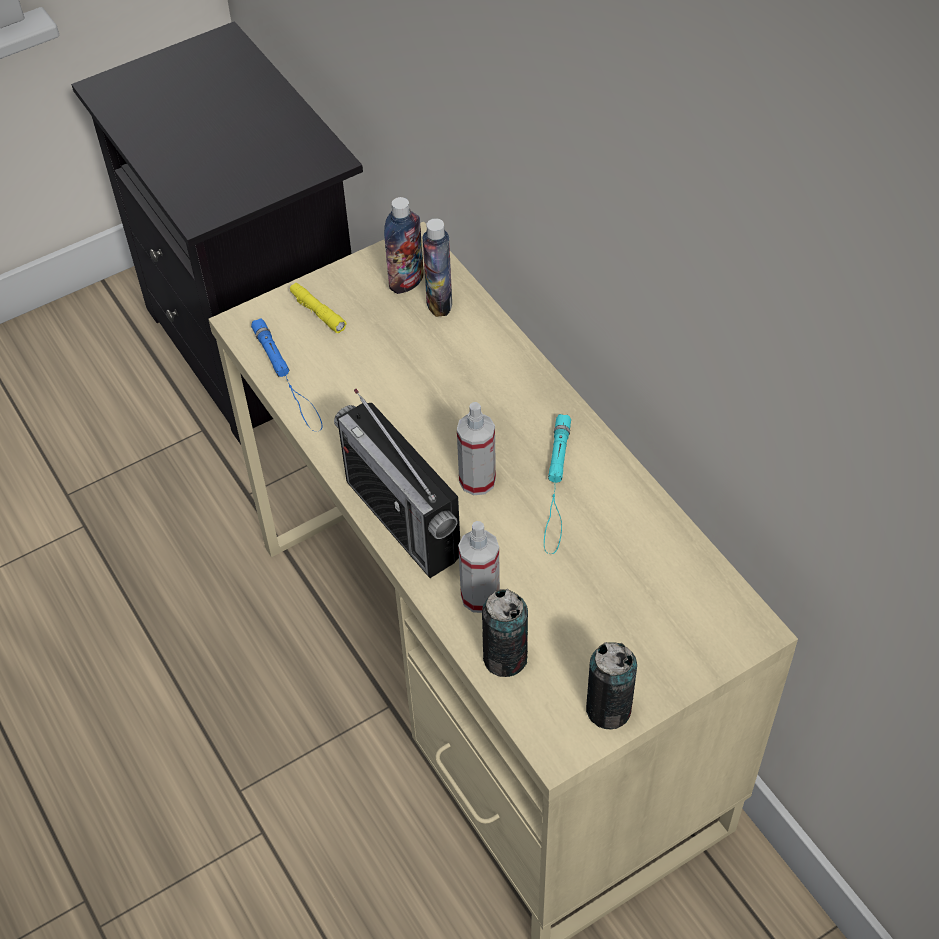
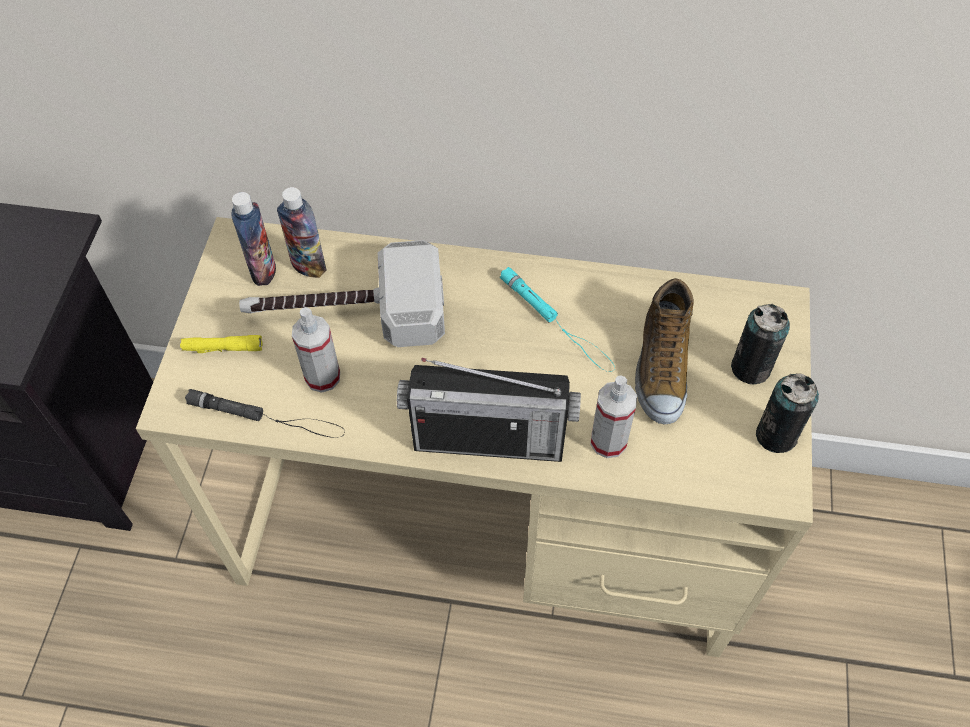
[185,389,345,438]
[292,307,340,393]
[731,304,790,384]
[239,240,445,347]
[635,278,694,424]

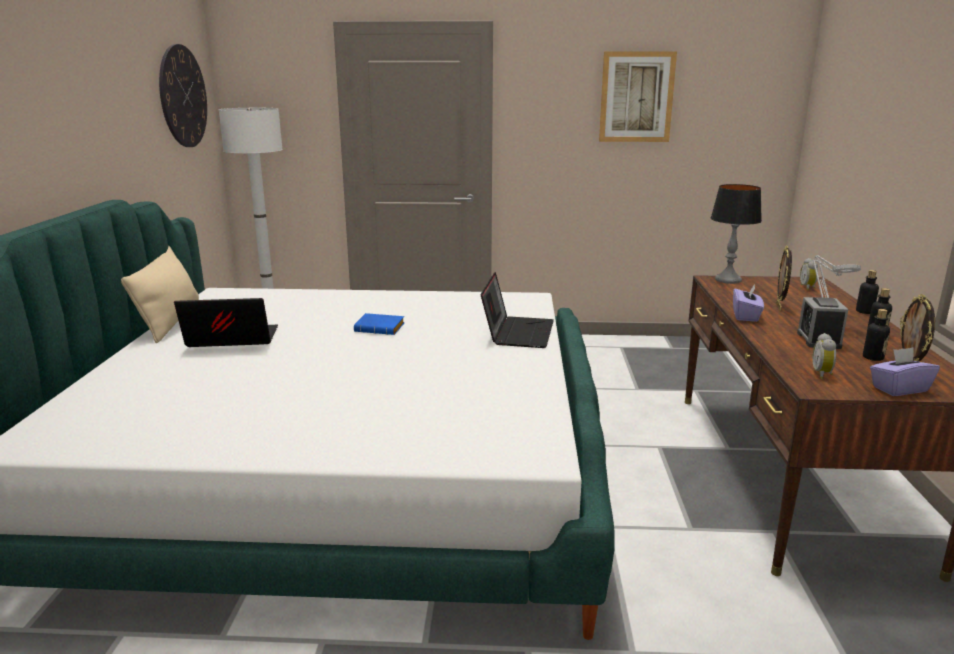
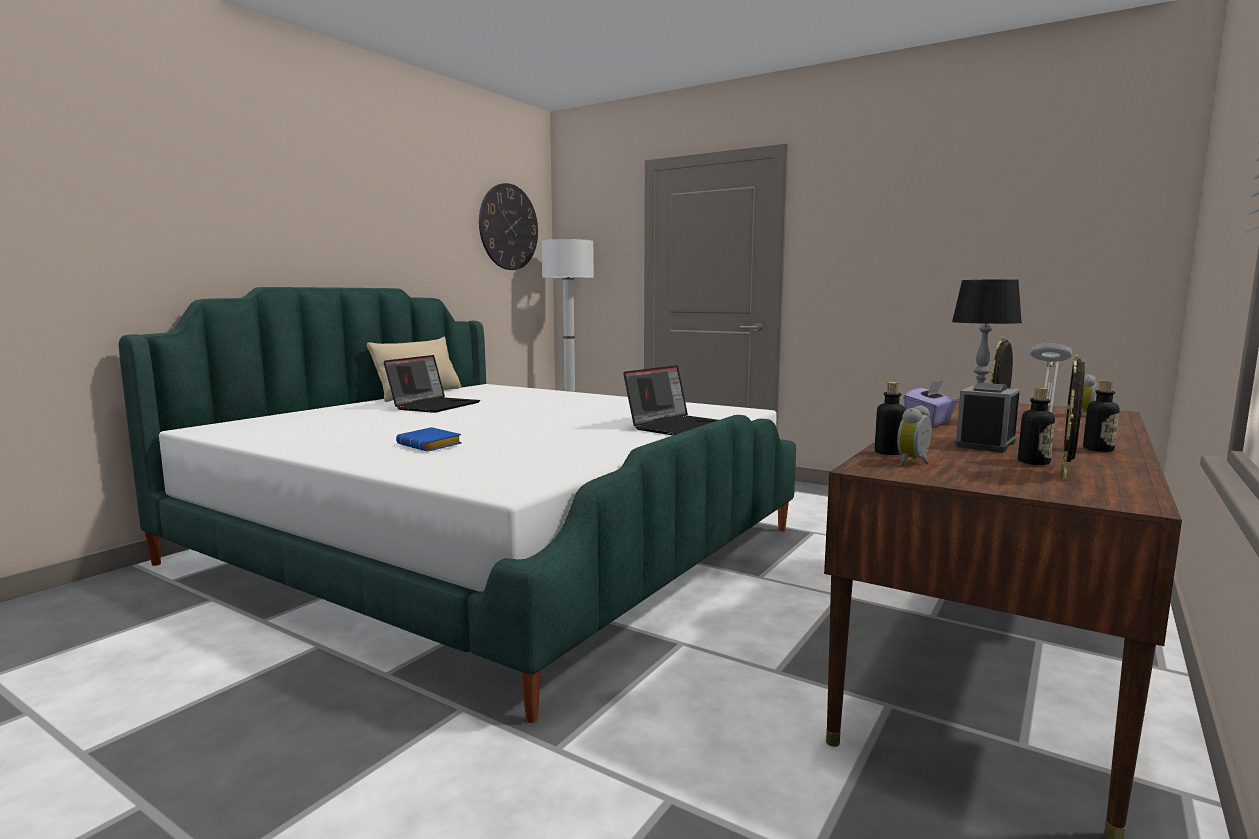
[599,51,677,142] (first image)
[875,382,906,455]
[384,355,480,413]
[396,427,462,452]
[870,347,940,396] (first image)

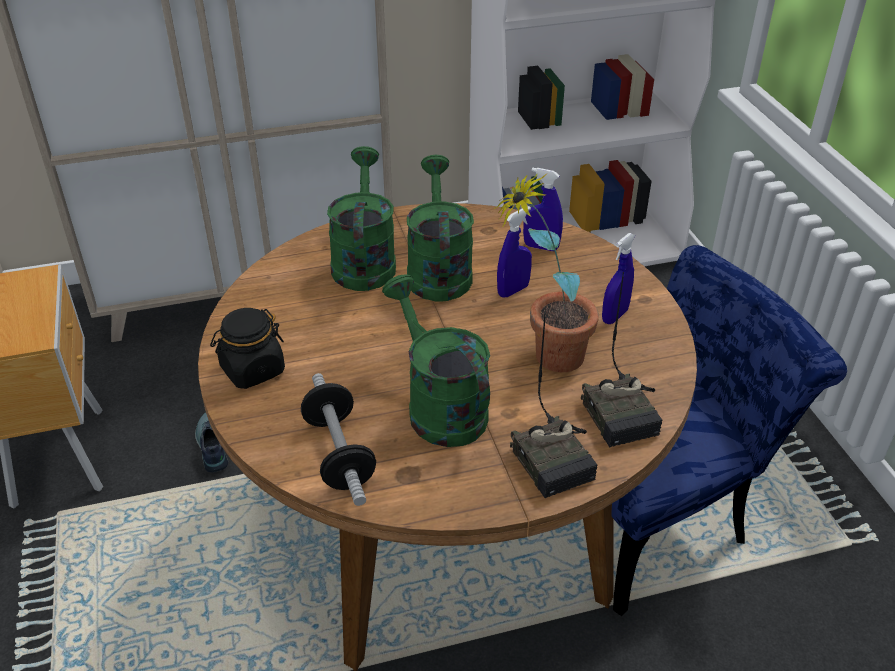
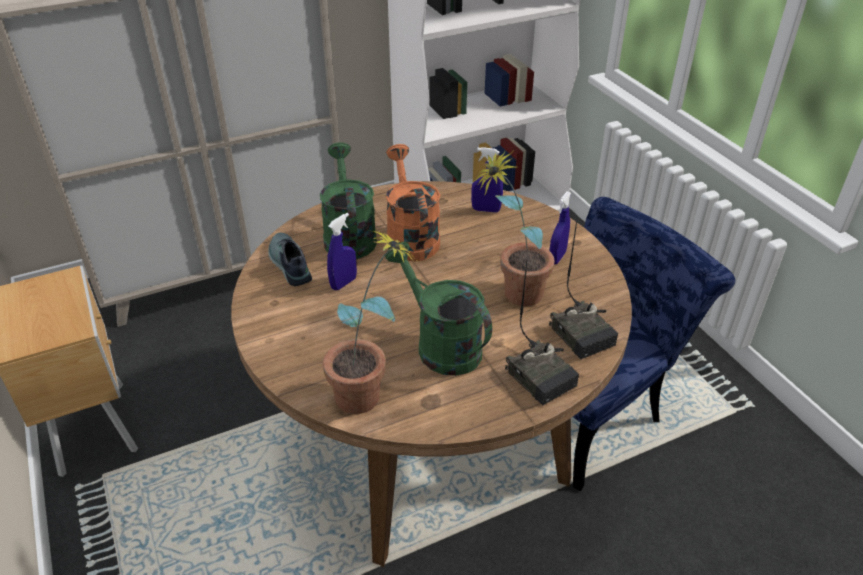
[386,144,440,262]
[327,213,357,290]
[210,308,285,389] (first image)
[322,230,416,414]
[268,232,312,286]

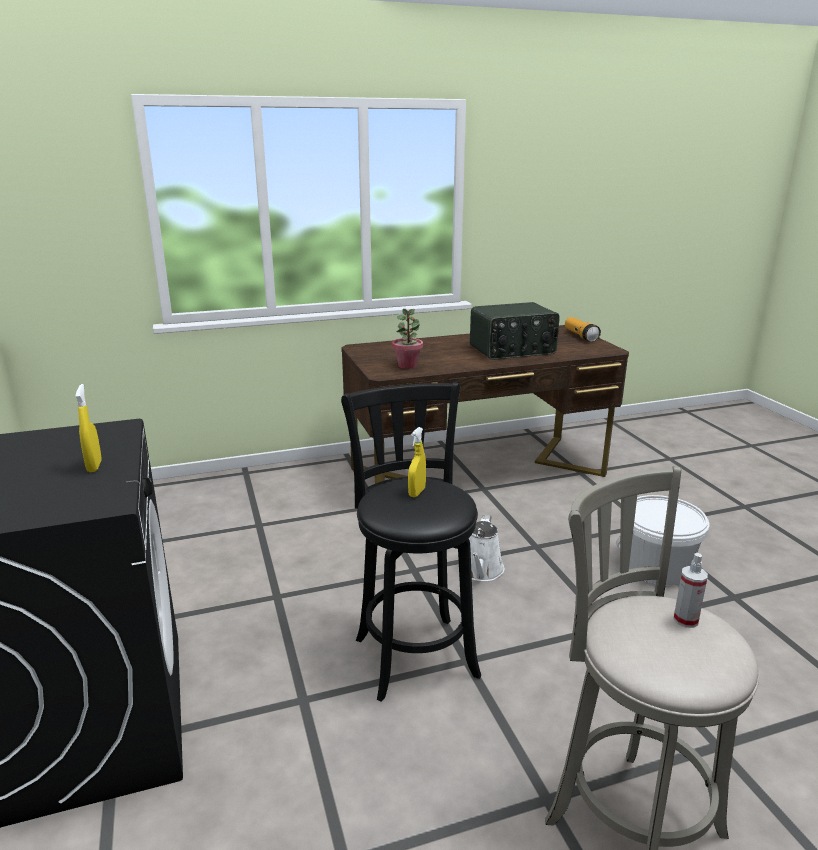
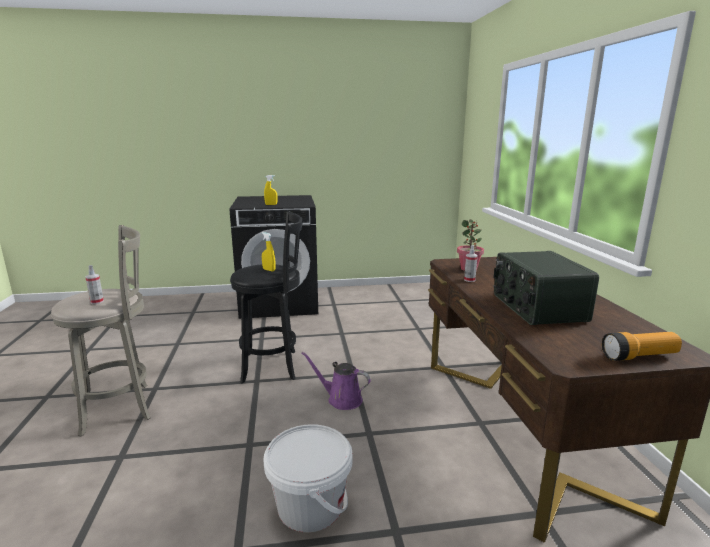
[302,352,371,410]
[464,245,478,282]

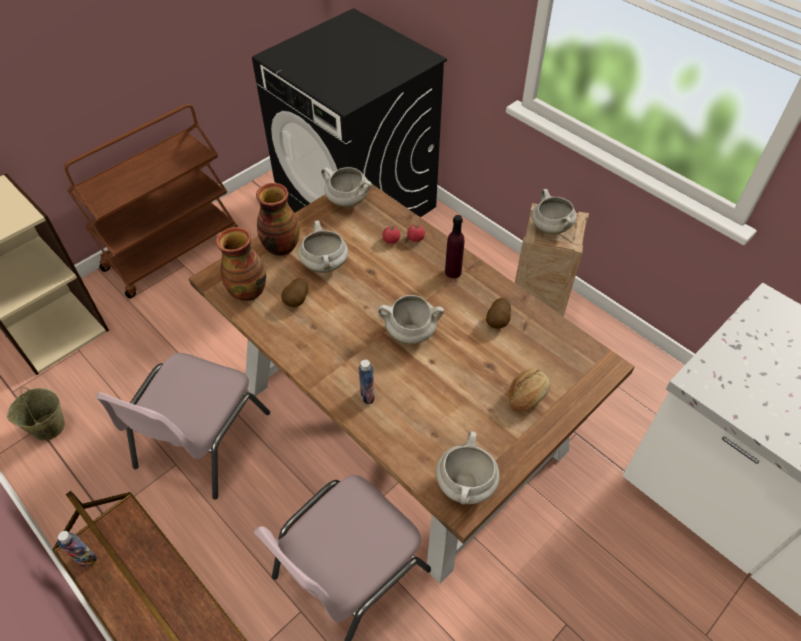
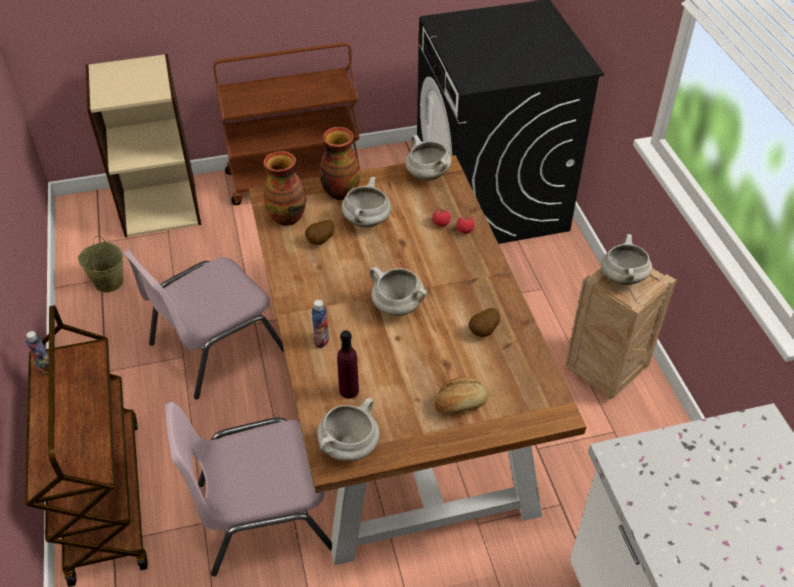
[337,330,359,399]

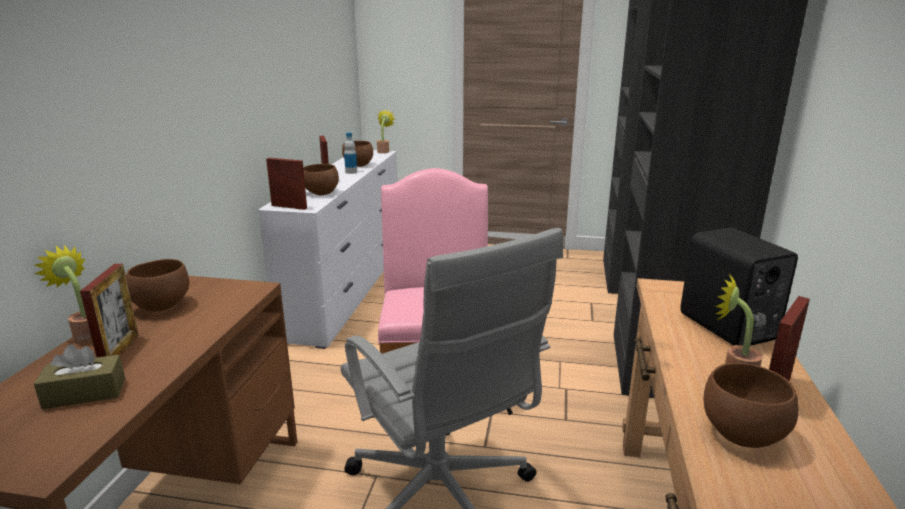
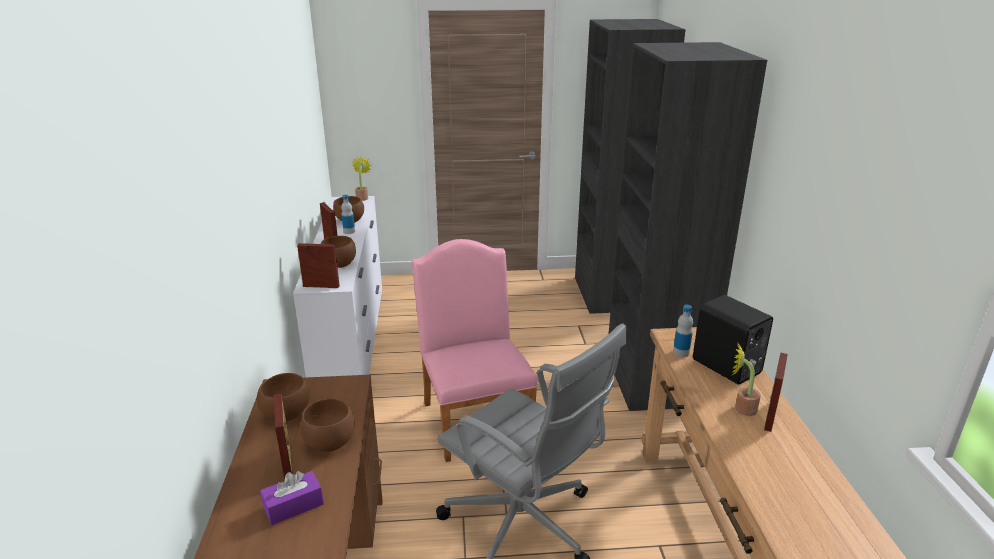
[34,245,93,345] (first image)
[260,471,324,525]
[300,399,355,452]
[673,305,693,357]

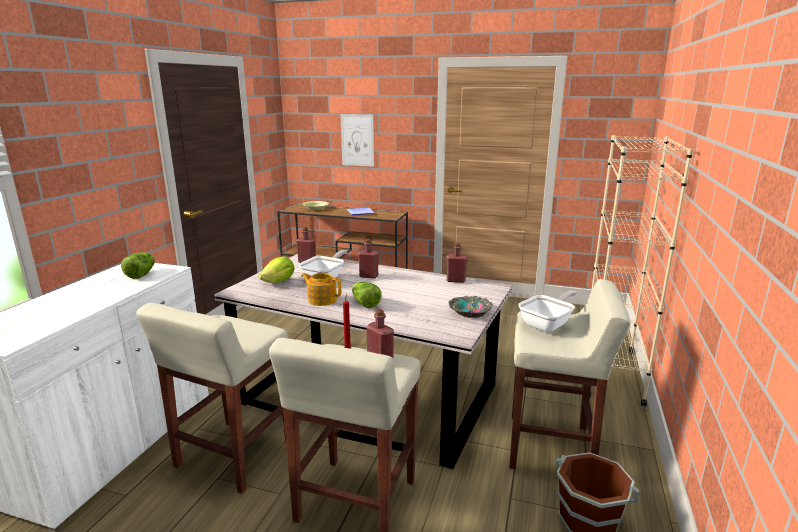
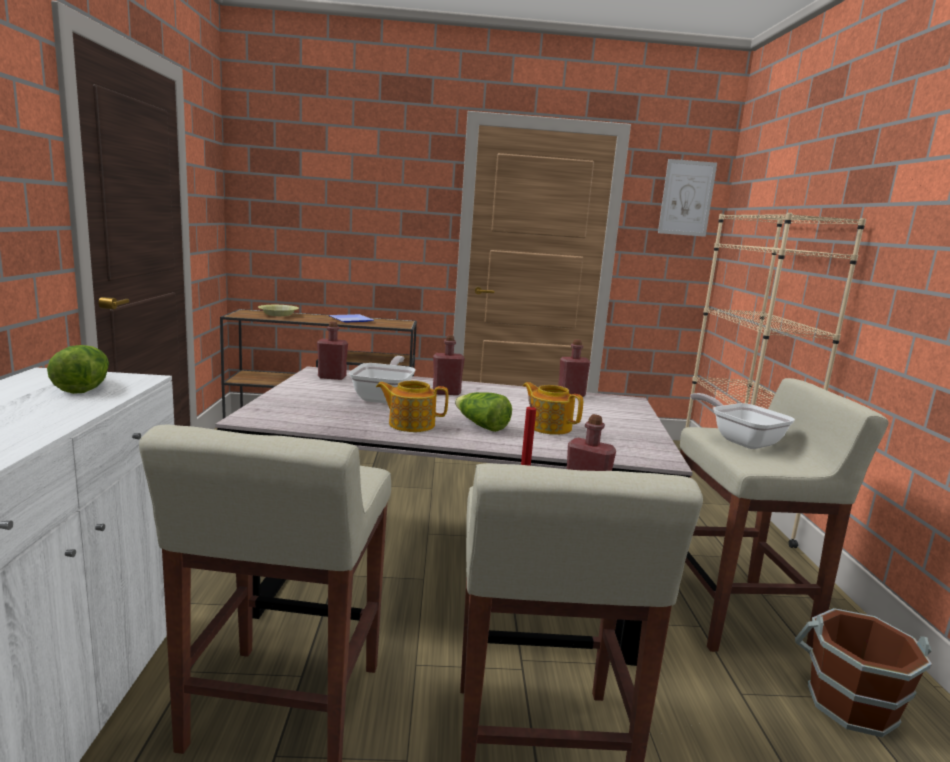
[658,159,717,237]
[259,256,294,283] (first image)
[690,393,795,449]
[449,296,493,318] (first image)
[523,382,583,435]

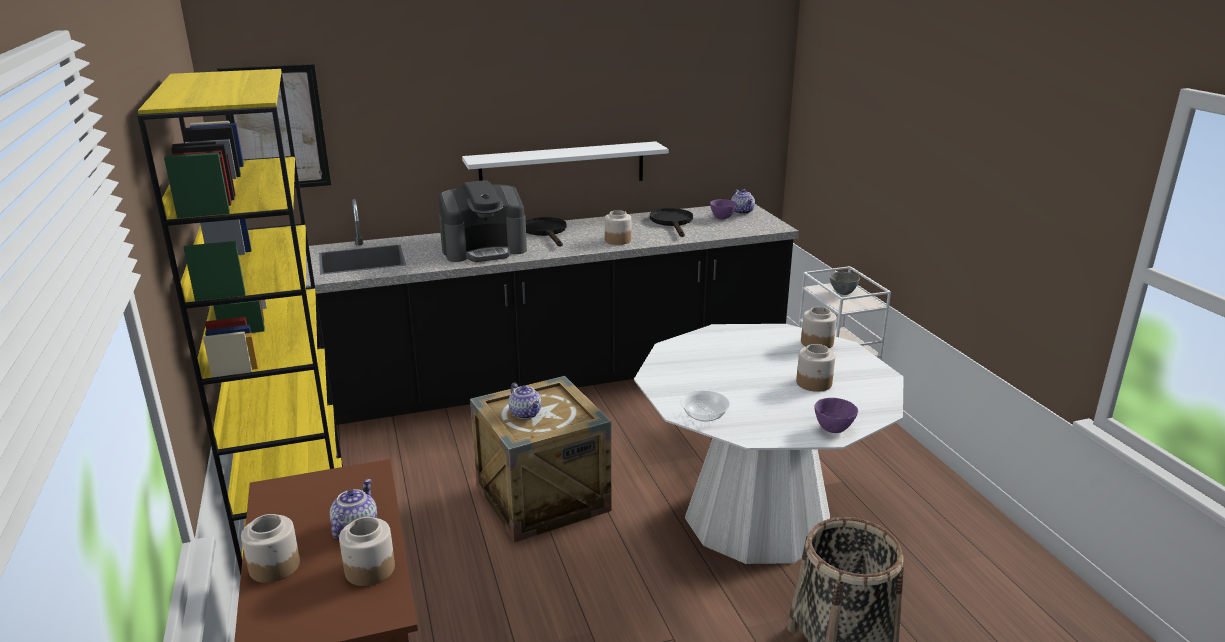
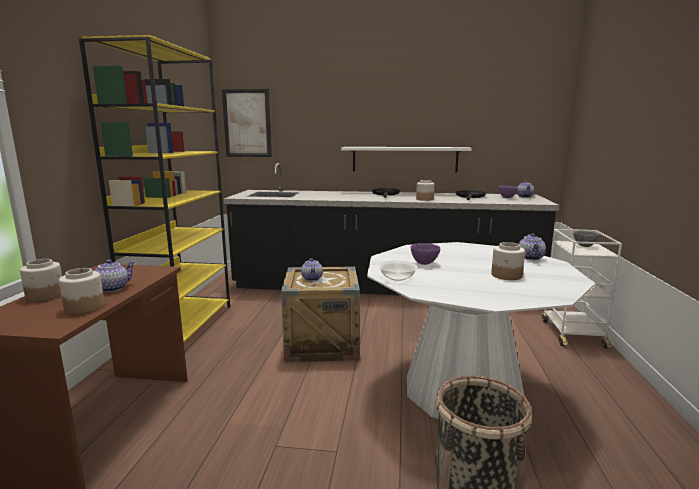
[439,180,527,262] (first image)
[519,233,546,260]
[411,243,441,265]

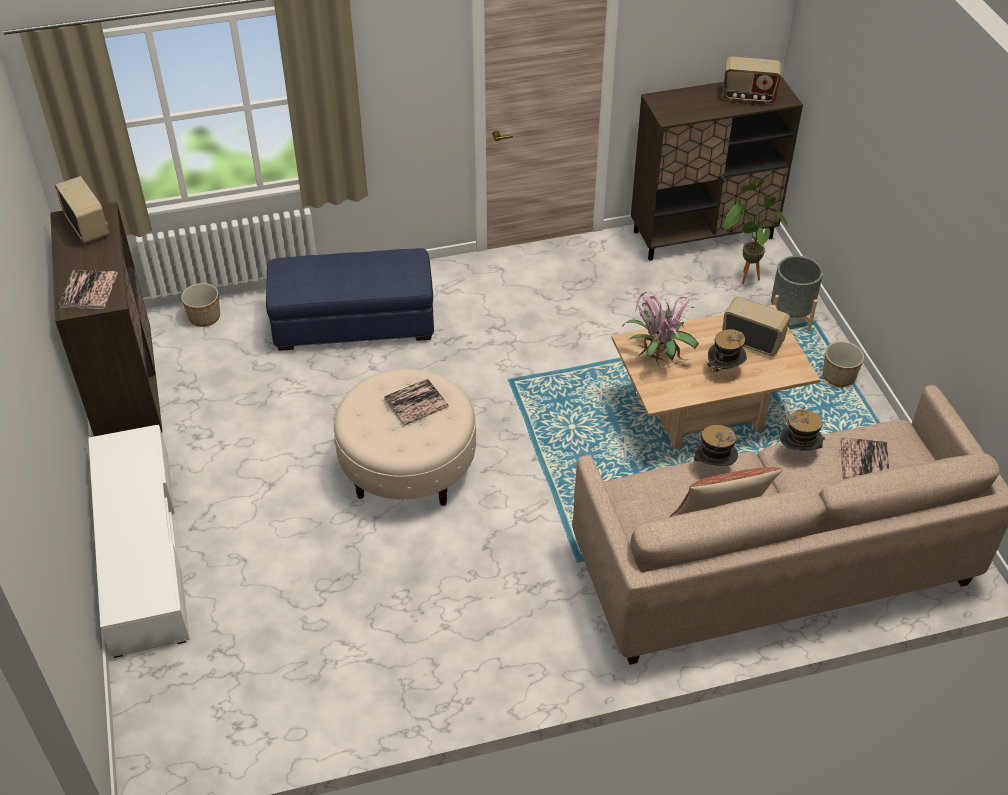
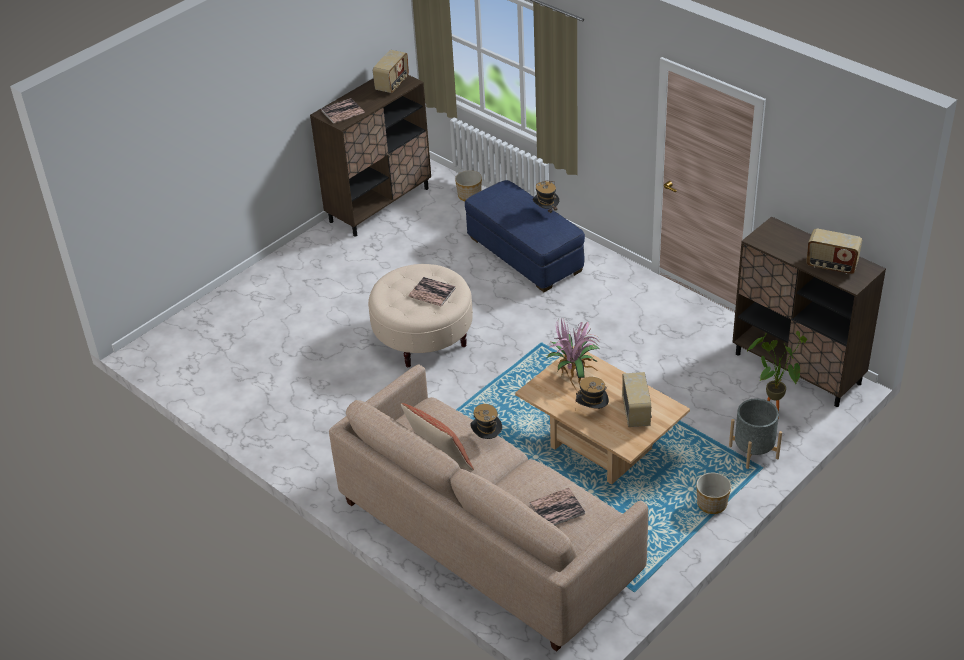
[806,228,862,274]
[533,180,559,213]
[88,425,190,658] (first image)

